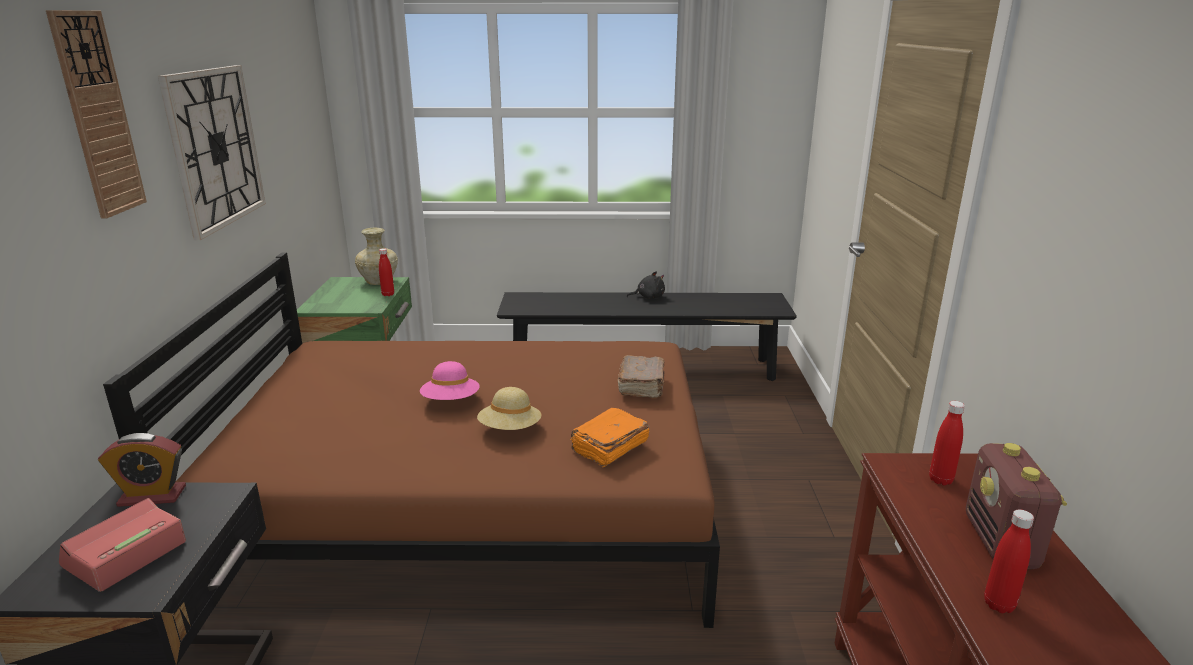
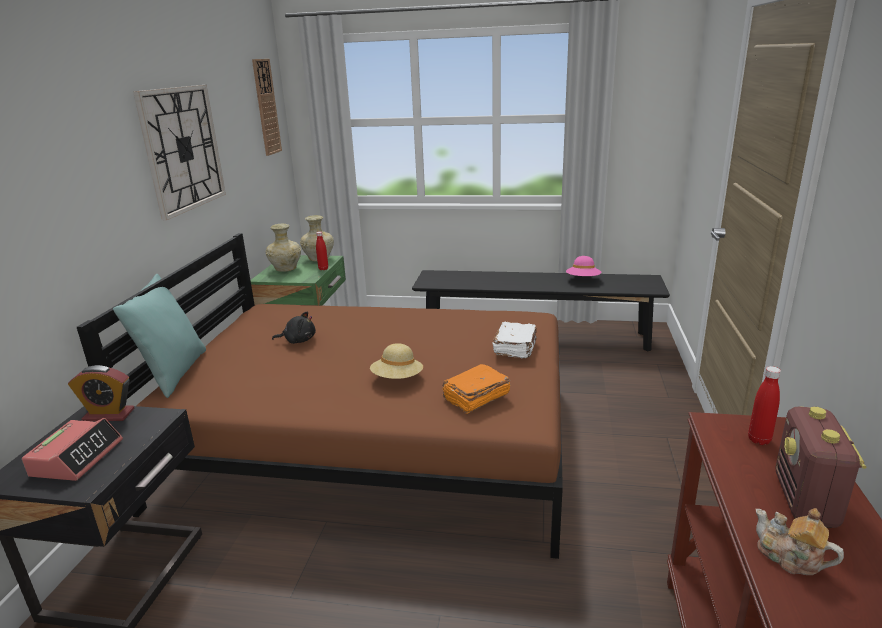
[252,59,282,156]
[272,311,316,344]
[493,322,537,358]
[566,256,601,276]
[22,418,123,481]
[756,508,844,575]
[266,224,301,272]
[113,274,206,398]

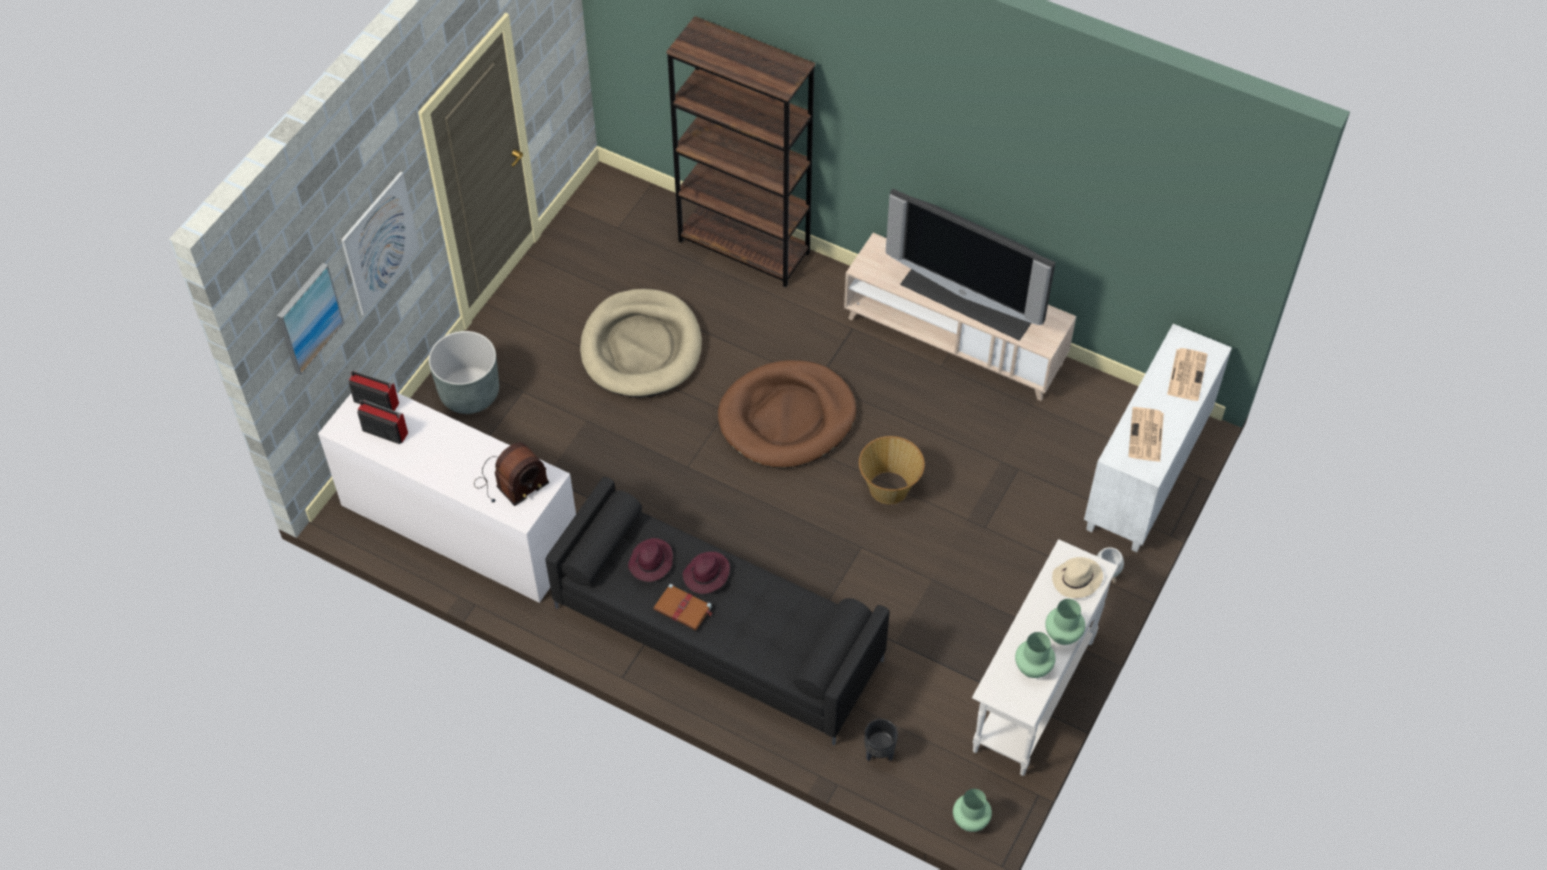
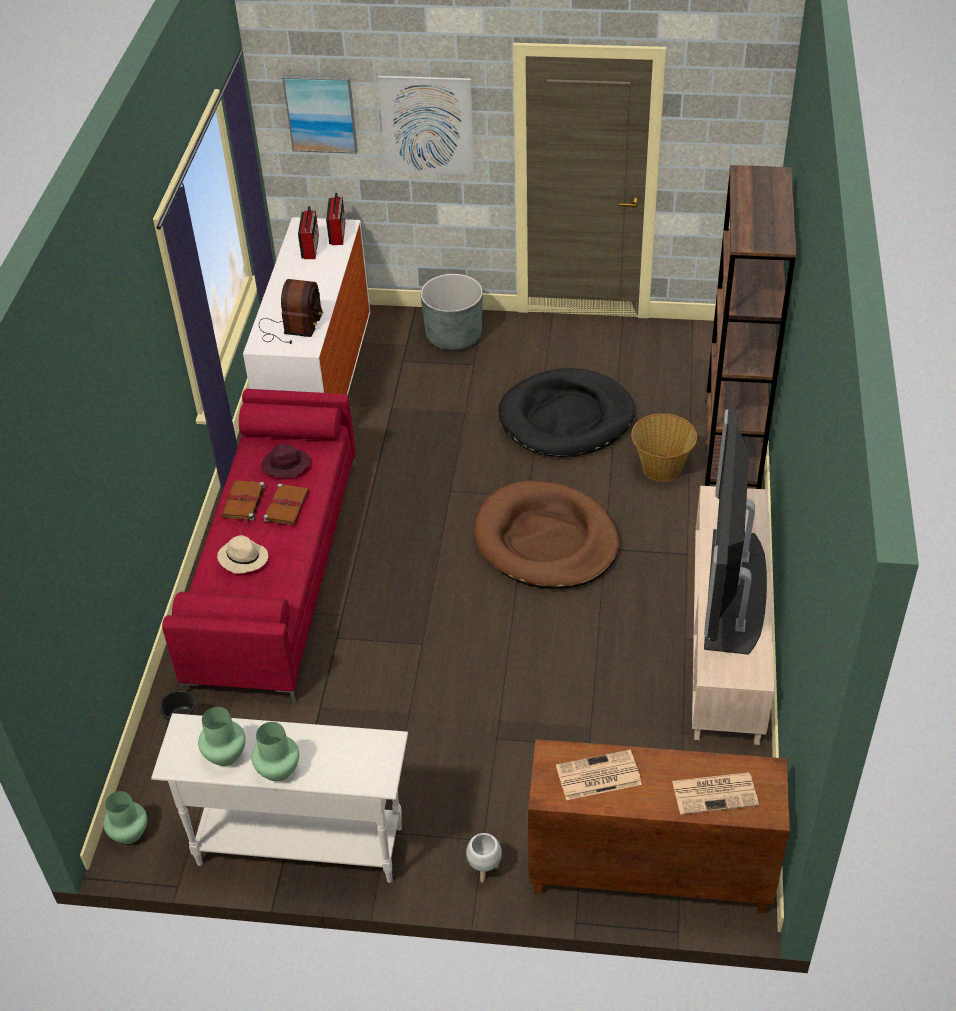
[499,368,635,458]
[528,739,790,914]
[631,413,697,482]
[259,279,323,344]
[162,389,356,703]
[263,484,309,525]
[217,535,269,574]

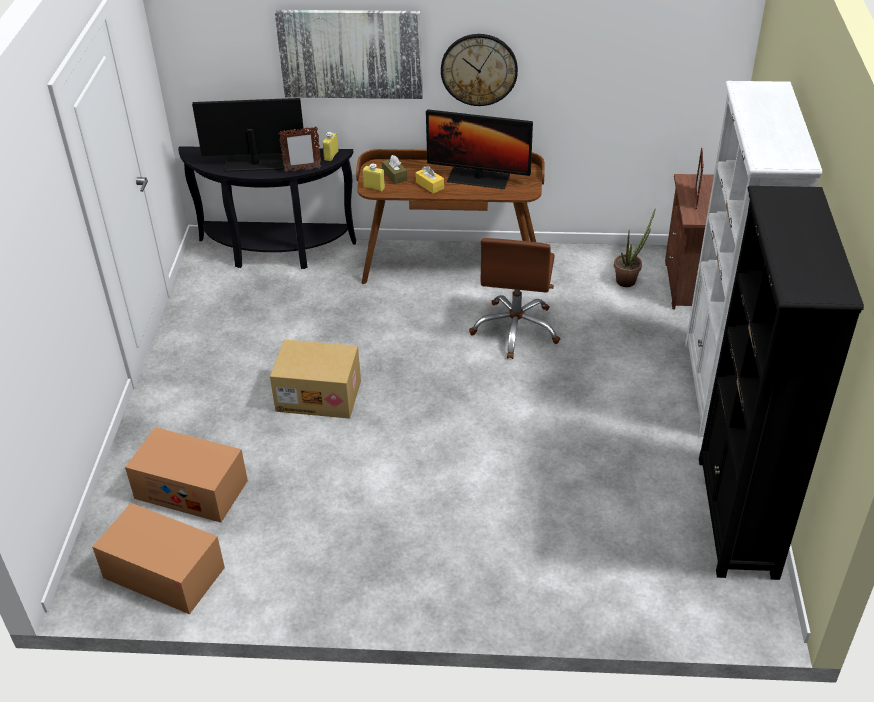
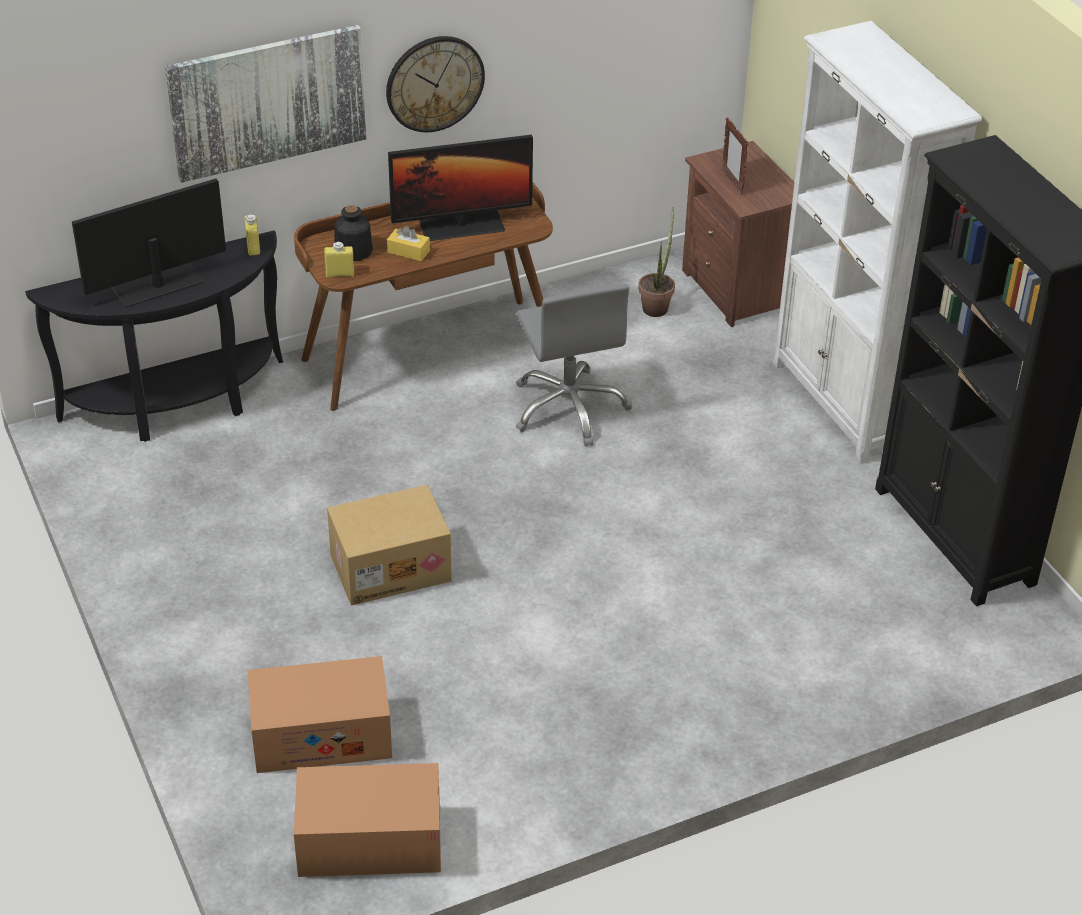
[278,126,322,172] (first image)
[334,205,373,261]
[516,284,632,446]

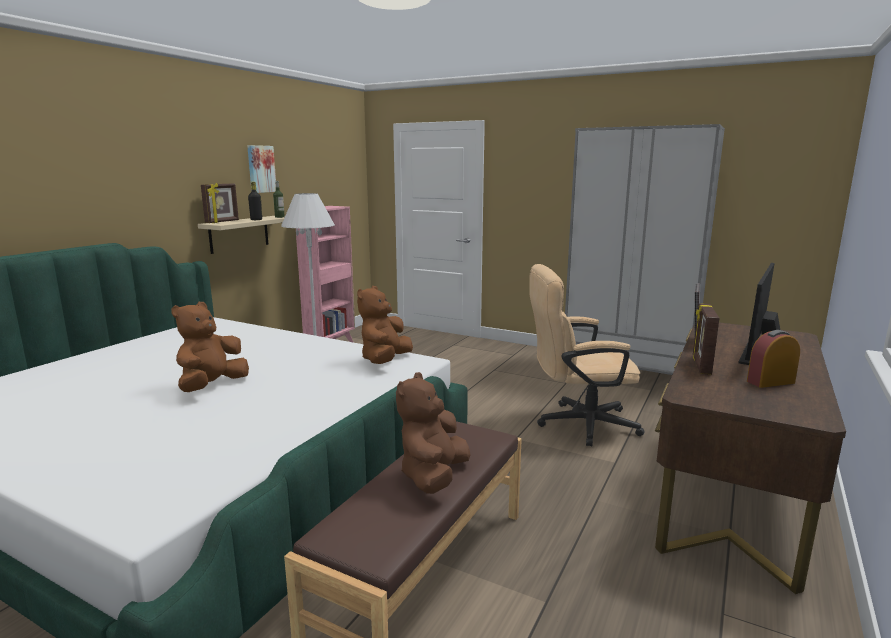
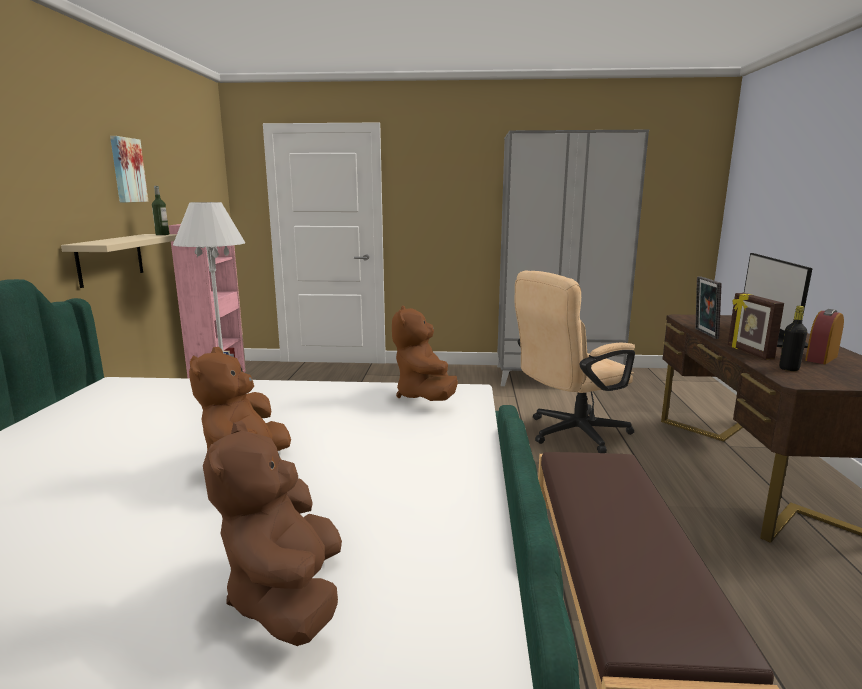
[779,306,807,371]
[201,183,239,223] (first image)
[203,421,342,646]

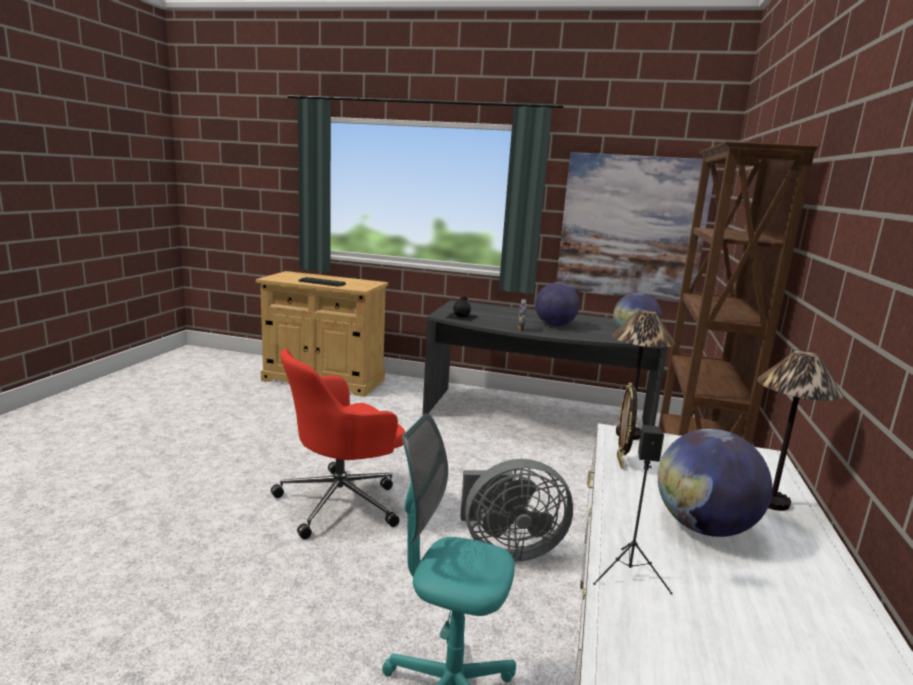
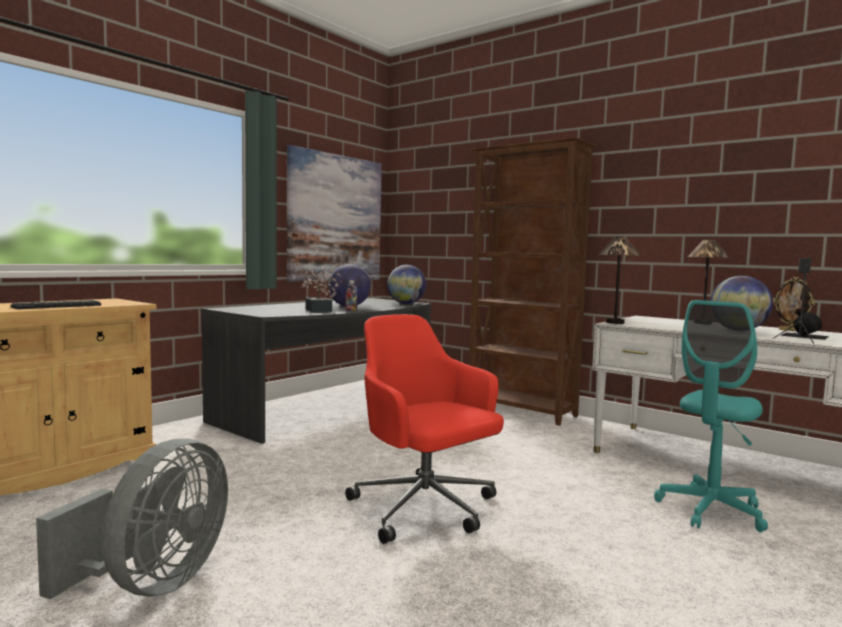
[780,307,829,340]
[345,314,504,544]
[773,277,815,331]
[36,438,228,599]
[301,267,342,312]

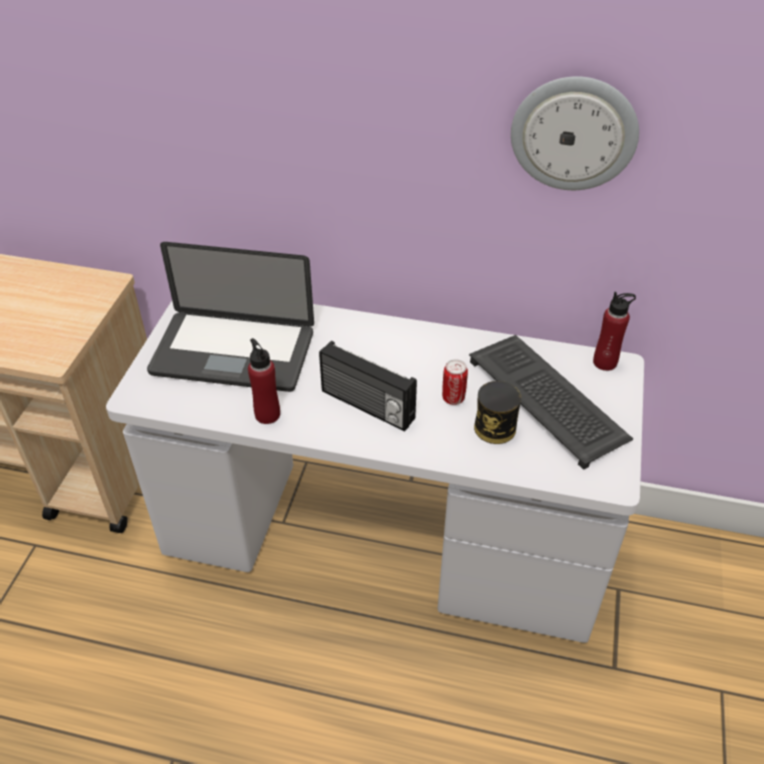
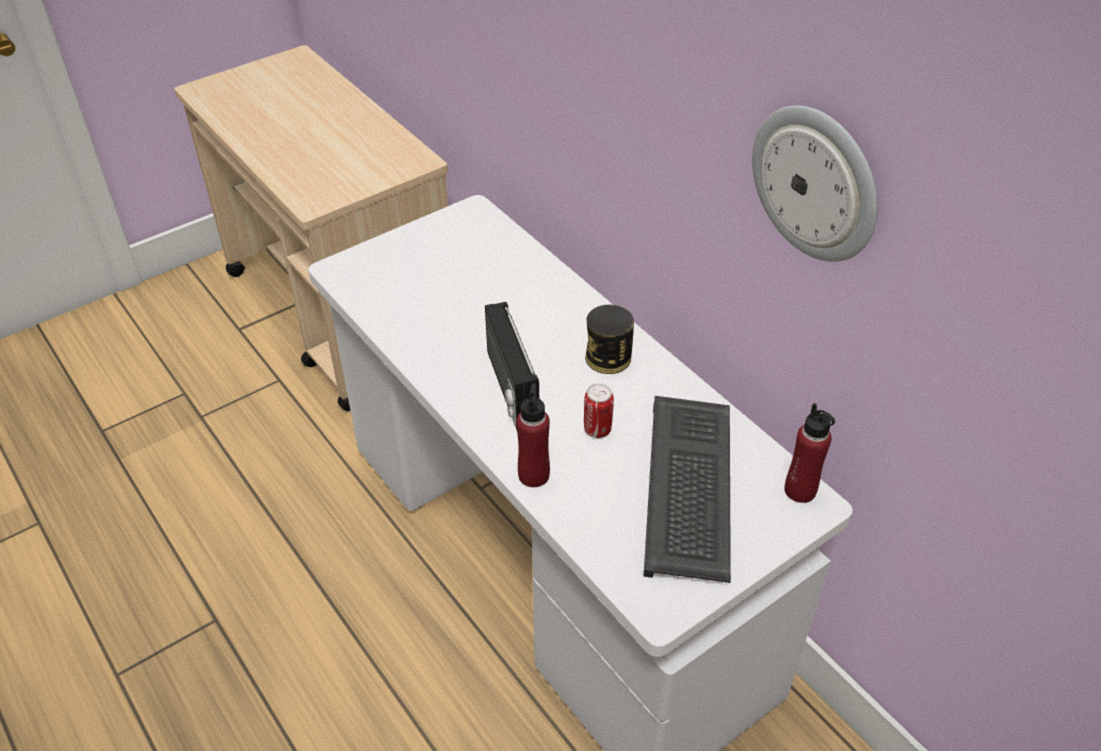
[147,242,314,392] (first image)
[516,383,550,487]
[585,305,634,374]

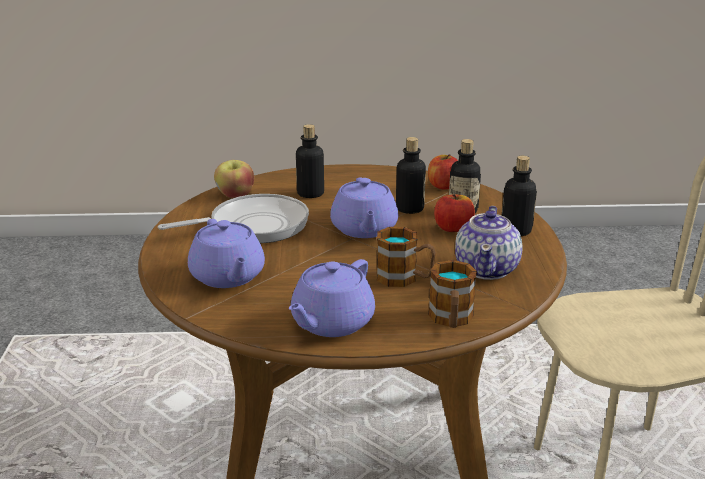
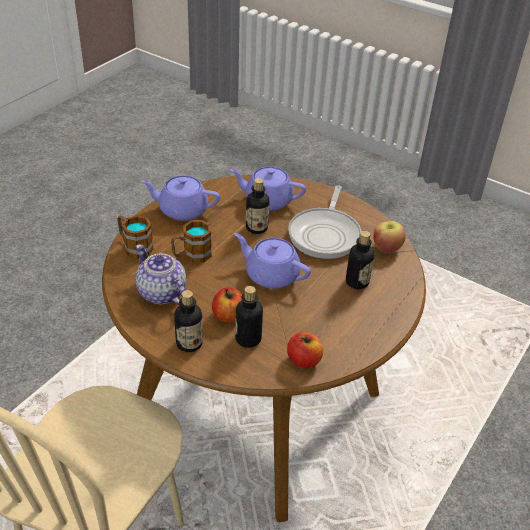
[246,178,269,234]
[141,175,220,221]

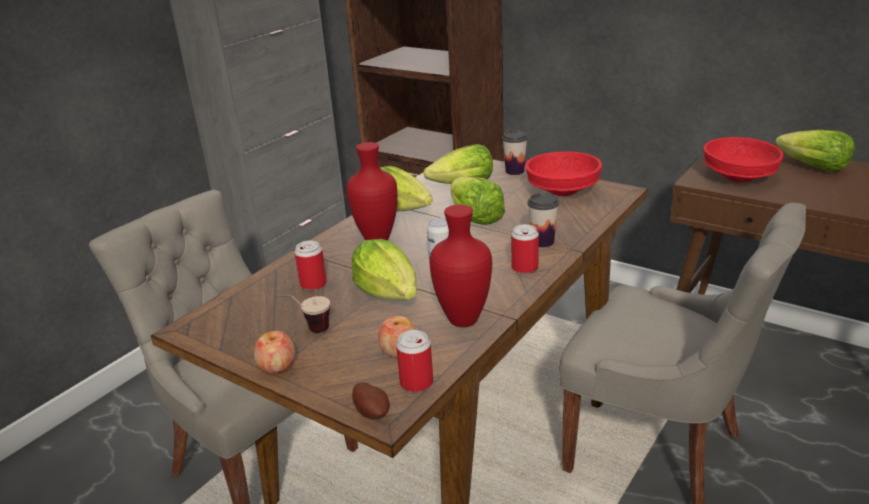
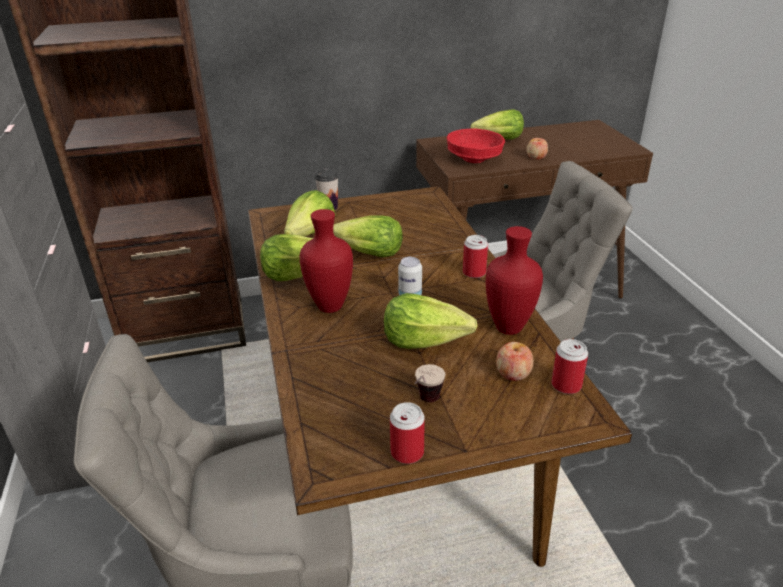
[525,151,602,196] (first image)
[527,193,559,247] (first image)
[390,402,425,464]
[527,138,548,159]
[352,382,390,419] (first image)

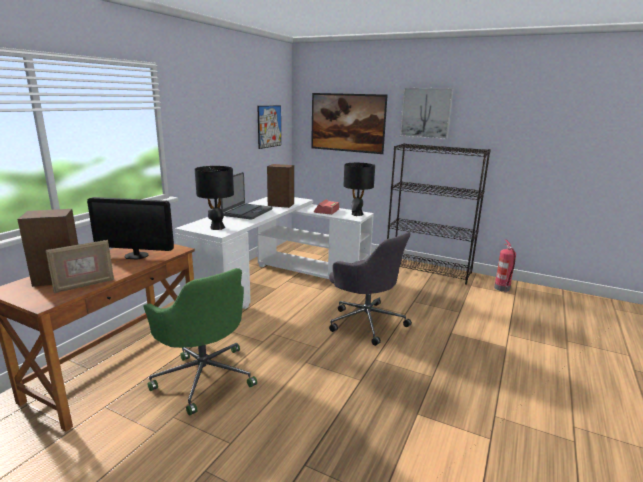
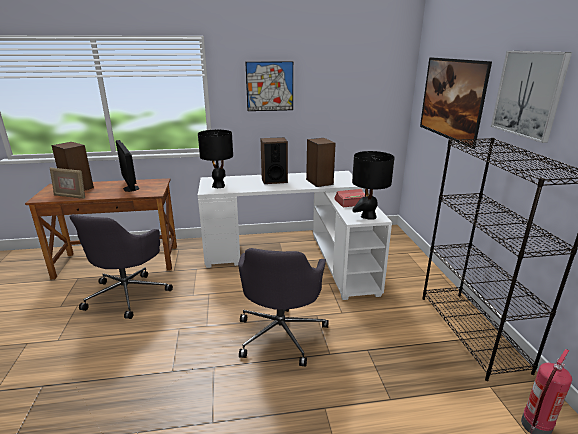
[245,61,293,111]
[261,137,288,184]
[70,214,173,319]

